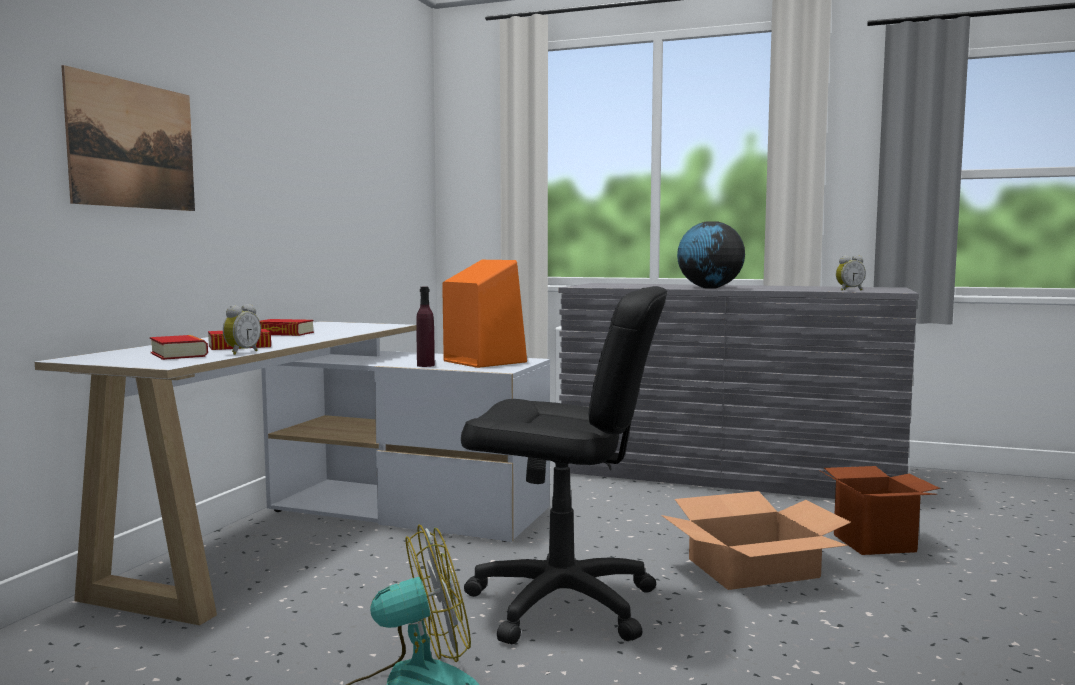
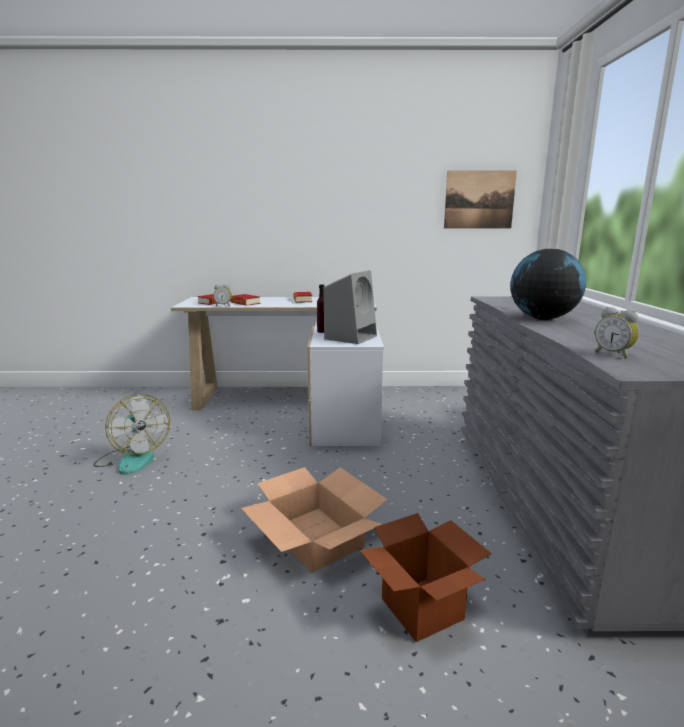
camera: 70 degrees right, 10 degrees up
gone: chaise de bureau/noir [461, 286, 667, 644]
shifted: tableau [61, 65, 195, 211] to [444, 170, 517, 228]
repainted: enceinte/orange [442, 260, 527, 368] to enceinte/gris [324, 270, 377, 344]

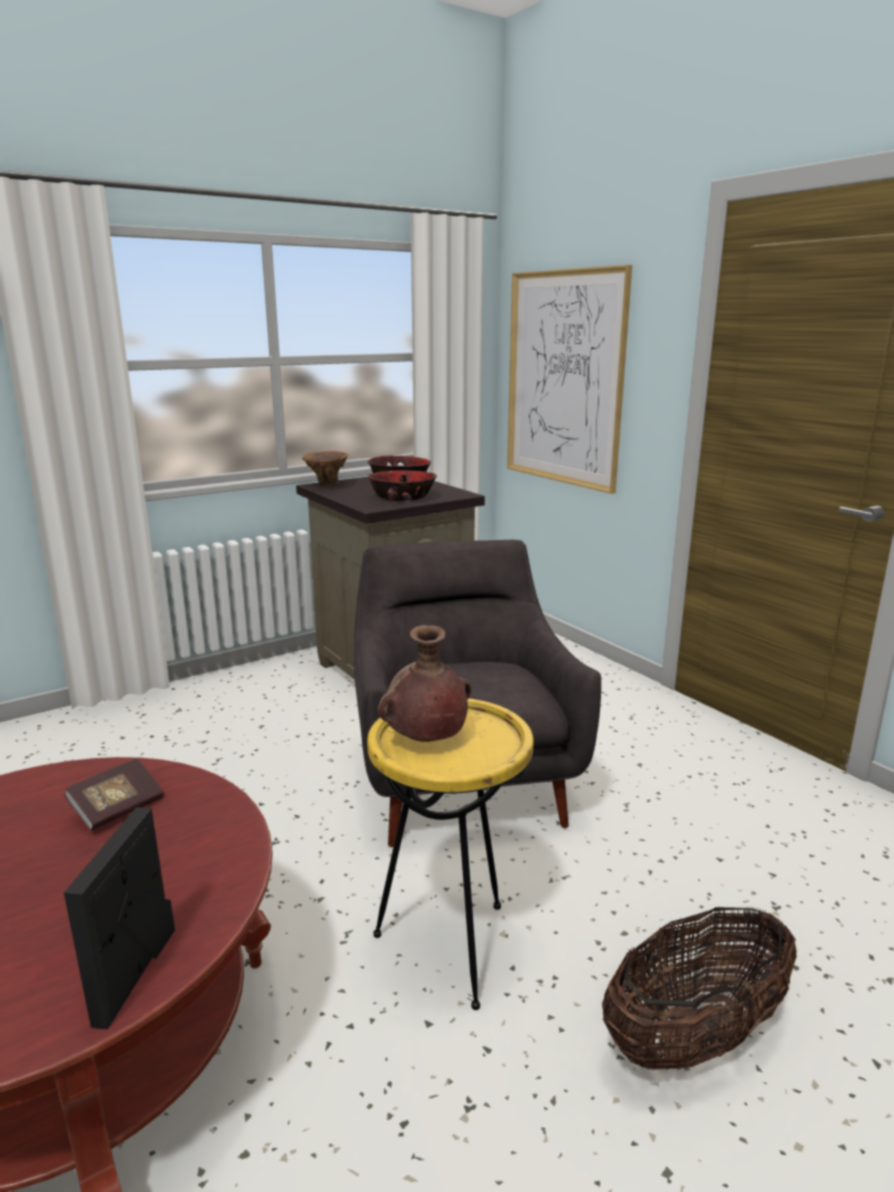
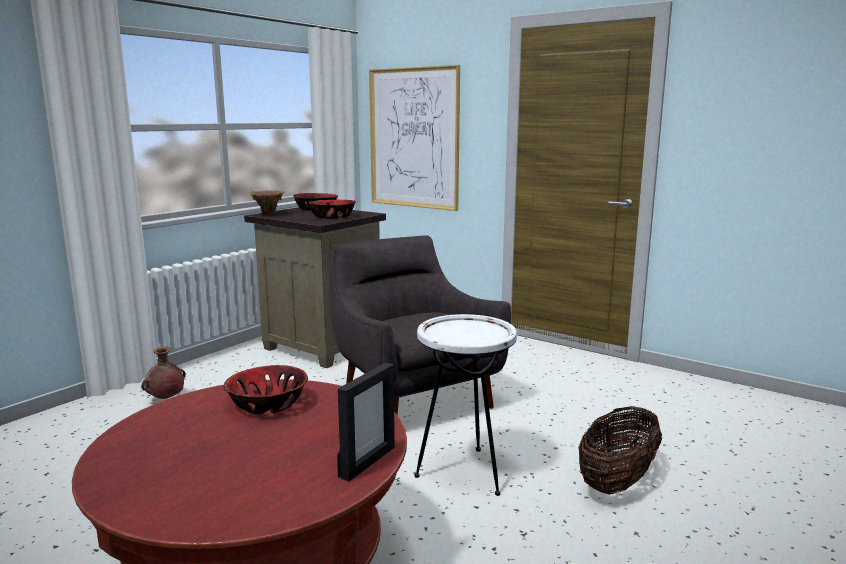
camera: 20 degrees left, 5 degrees down
shifted: vase/marron [378, 625, 471, 742] to [141, 346, 186, 399]
swapped: livre [64, 758, 164, 831] to bol [223, 365, 308, 414]
repainted: table d'appoint/jaune [367, 698, 533, 1010] to table d'appoint/blanc [414, 314, 517, 496]
rotated: cadre photo [64, 807, 175, 1030] = [337, 363, 395, 482] 135 degrees counterclockwise

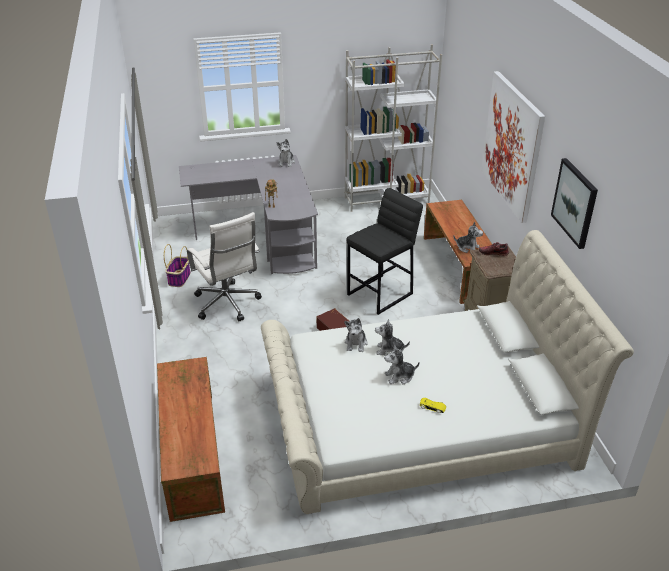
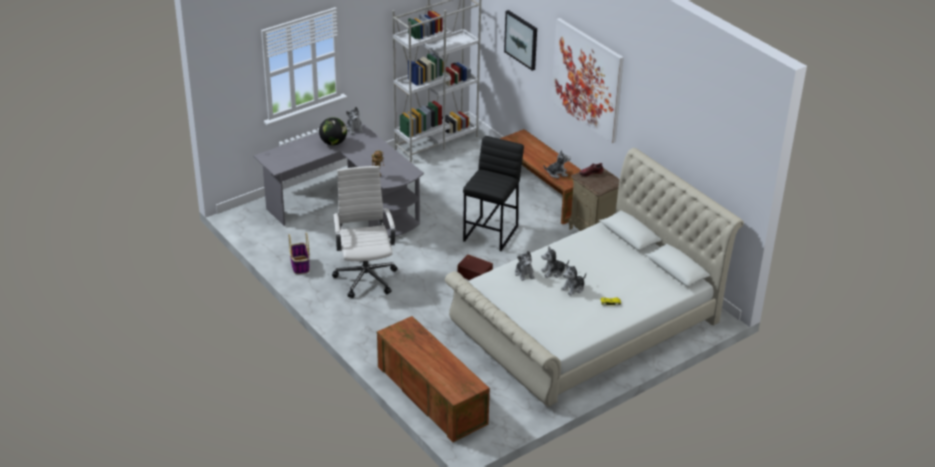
camera: 25 degrees left, 0 degrees up
new: globe [319, 117, 347, 145]
shifted: tableau [551, 158, 598, 249] to [504, 10, 537, 71]
rotated: chaise de bureau/blanc [187, 212, 262, 321] = [332, 166, 397, 298] 135 degrees counterclockwise

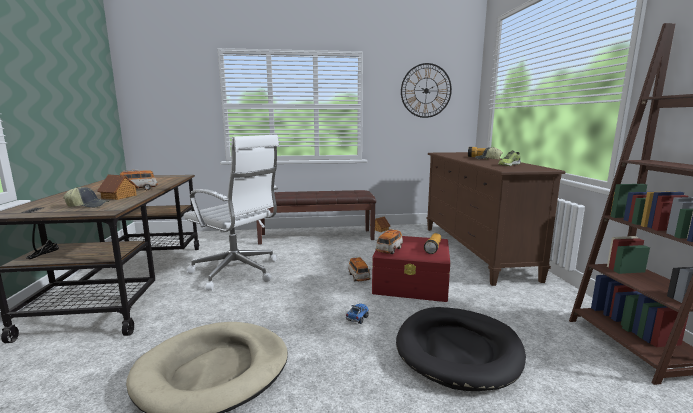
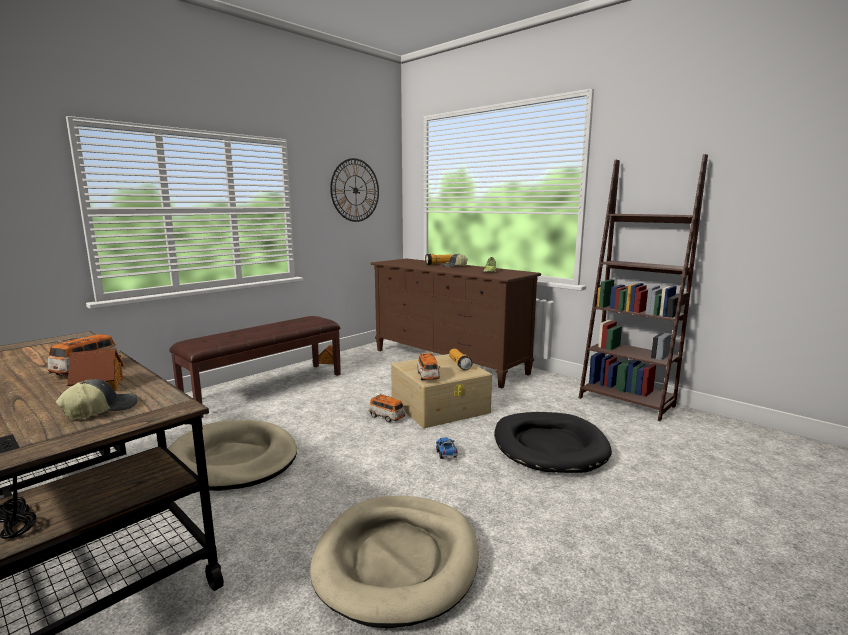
camera: 40 degrees left, 0 degrees up
swapped: chaise de bureau/blanc [184, 135, 279, 291] to panier pour chien/beige [168, 420, 297, 491]
repainted: boîte de rangement/rouge [372, 236, 450, 302] to boîte de rangement/beige [391, 354, 492, 428]

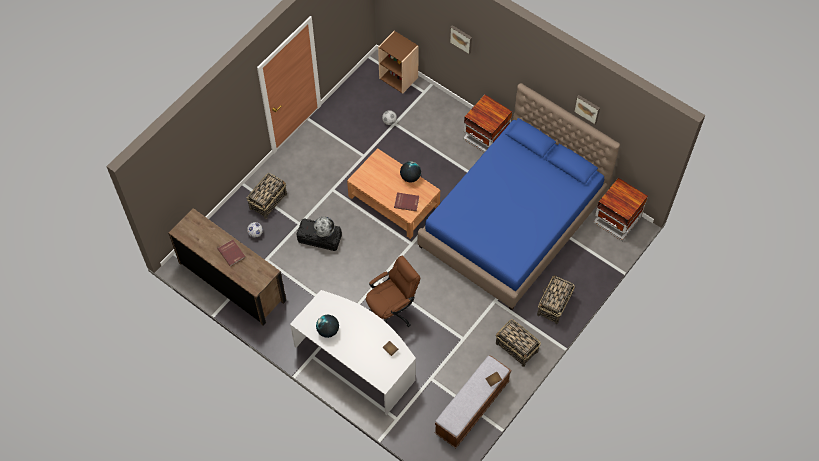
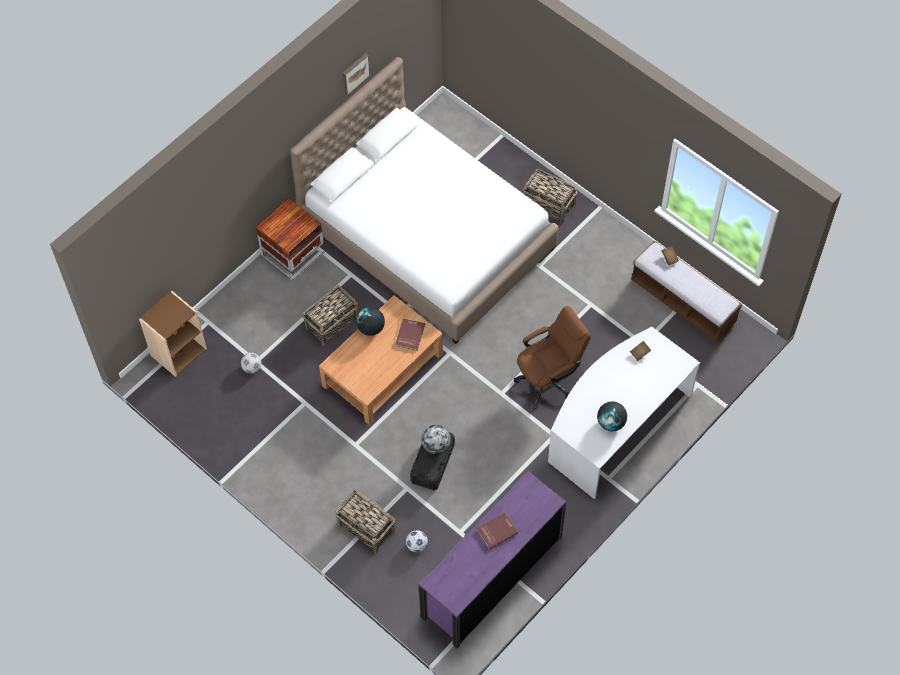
camera: 85 degrees left, 0 degrees up
gone: tableau [450, 25, 472, 54]; table de chevet [593, 178, 648, 241]
shifted: panier [496, 319, 541, 367] to [302, 286, 358, 346]
repainted: commode/marron [168, 208, 286, 326] to commode/violet [419, 471, 566, 649]; lit/bleu [417, 83, 620, 310] to lit/blanc [290, 57, 558, 344]
rotated: chaise de bureau/marron [366, 256, 420, 327] = [514, 306, 591, 409] 90 degrees clockwise

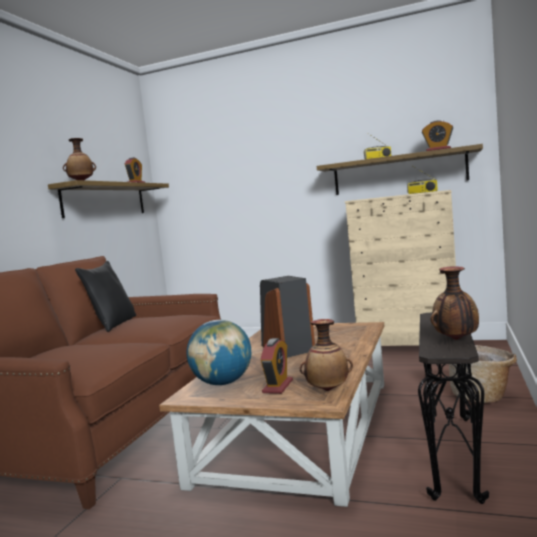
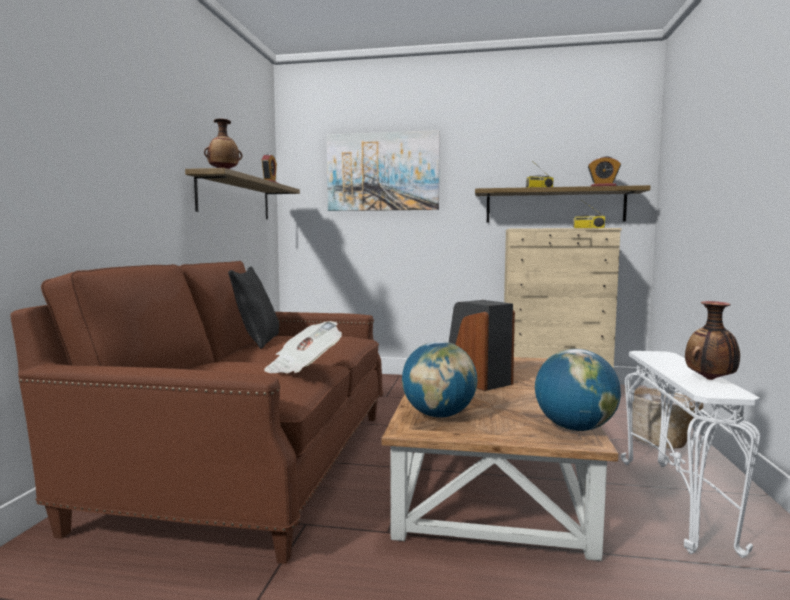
camera: 10 degrees left, 0 degrees up
gone: réveil [261, 338, 293, 394]
new: journal [264, 321, 342, 373]; tableau [327, 130, 440, 211]
swapped: vase [300, 319, 353, 391] to globe [535, 349, 621, 431]
repainted: table d'appoint/noir [418, 313, 489, 504] to table d'appoint/blanc [621, 351, 760, 558]

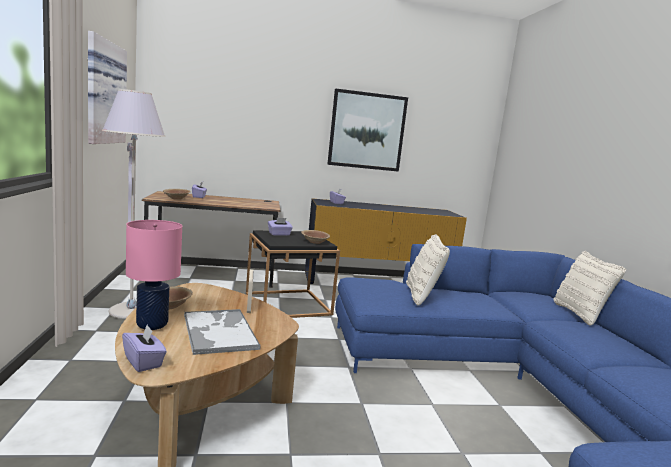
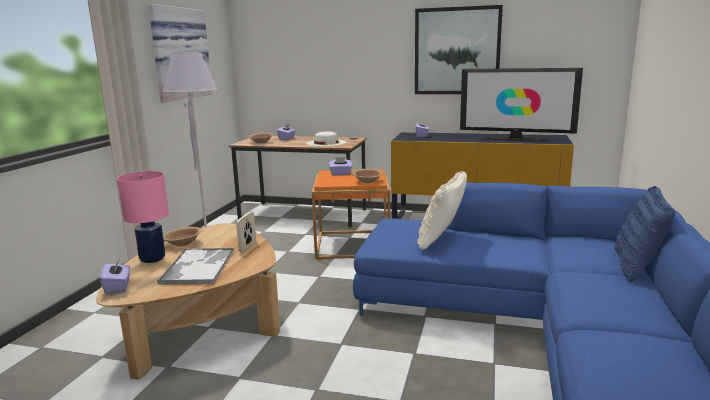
camera: 25 degrees right, 5 degrees up
new: chapeau/blanc [306, 132, 346, 146]; téléviseur [460, 68, 583, 142]
repainted: table d'appoint/noir [246, 230, 340, 318] to table d'appoint/orange [312, 169, 390, 259]; coussin/beige [553, 251, 627, 326] to coussin/bleu [614, 186, 675, 281]

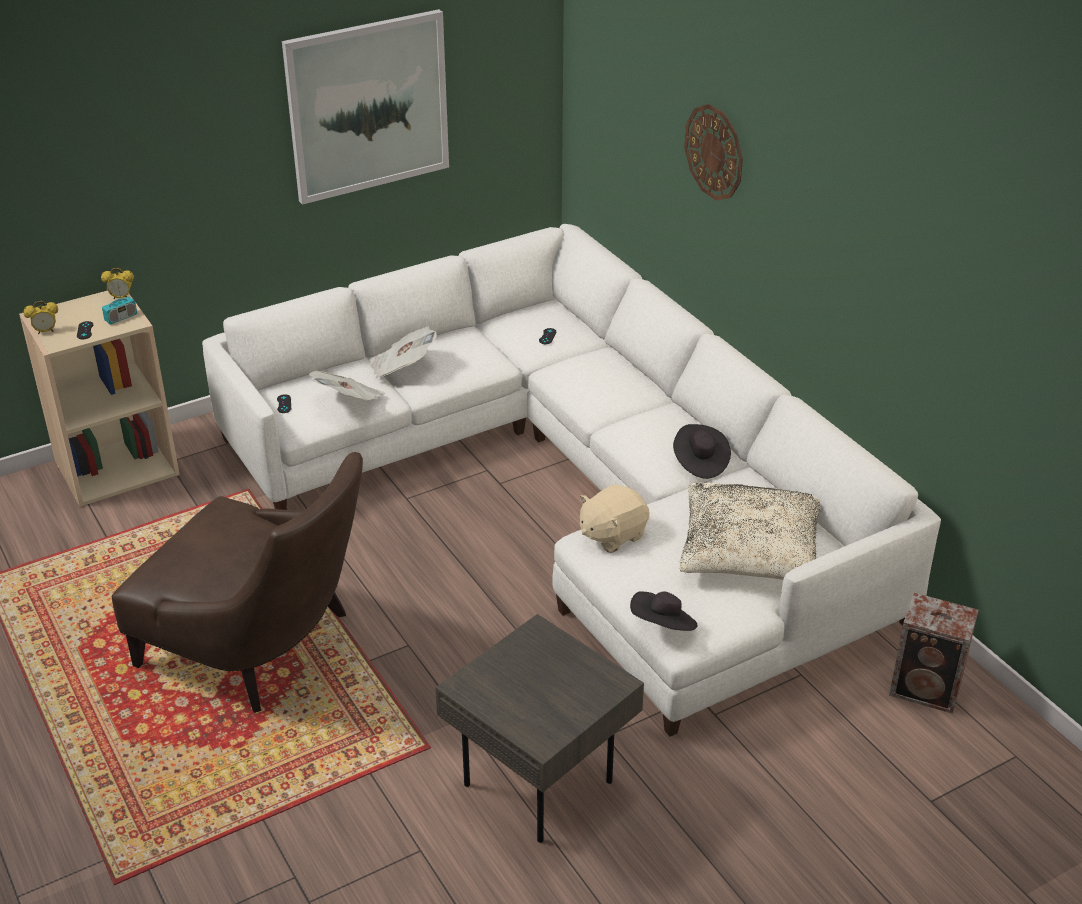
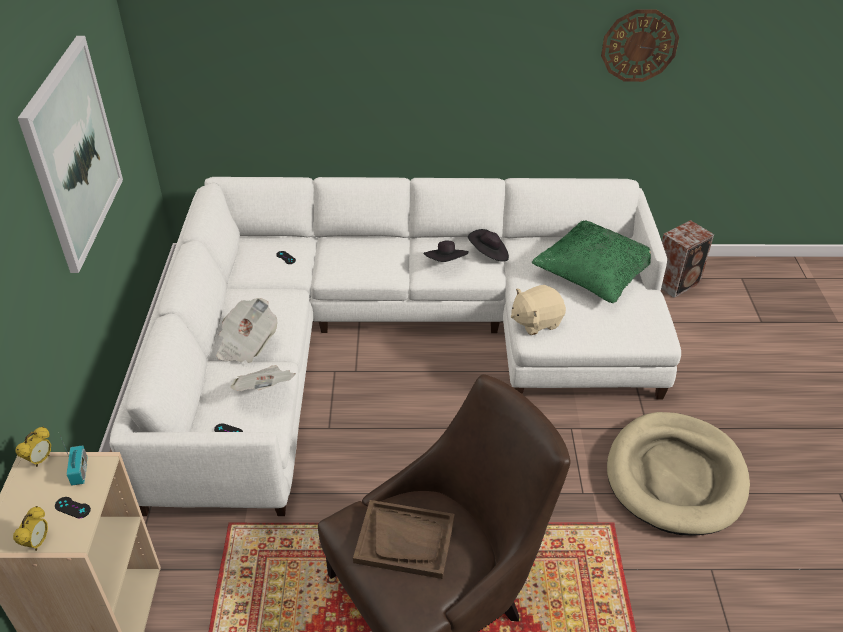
camera: 60 degrees left, 5 degrees up
new: plateau/marron [353, 500, 455, 579]
shifted: chapeau/noir [630, 591, 697, 631] to [424, 240, 469, 262]; horloge murale [684, 104, 743, 201] to [601, 9, 679, 82]
swapped: table d'appoint/gris [436, 614, 644, 843] to panier pour chien/beige [607, 412, 750, 536]
repainted: coussin/beige [679, 482, 821, 580] to coussin/vert [532, 220, 651, 303]
rotated: peluche/beige [580, 484, 650, 553] = [511, 285, 566, 335] 75 degrees clockwise

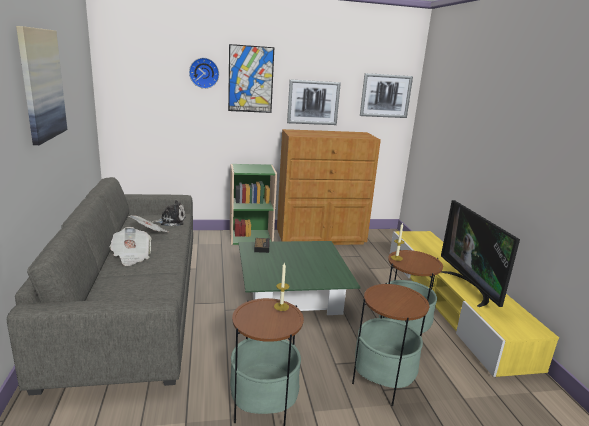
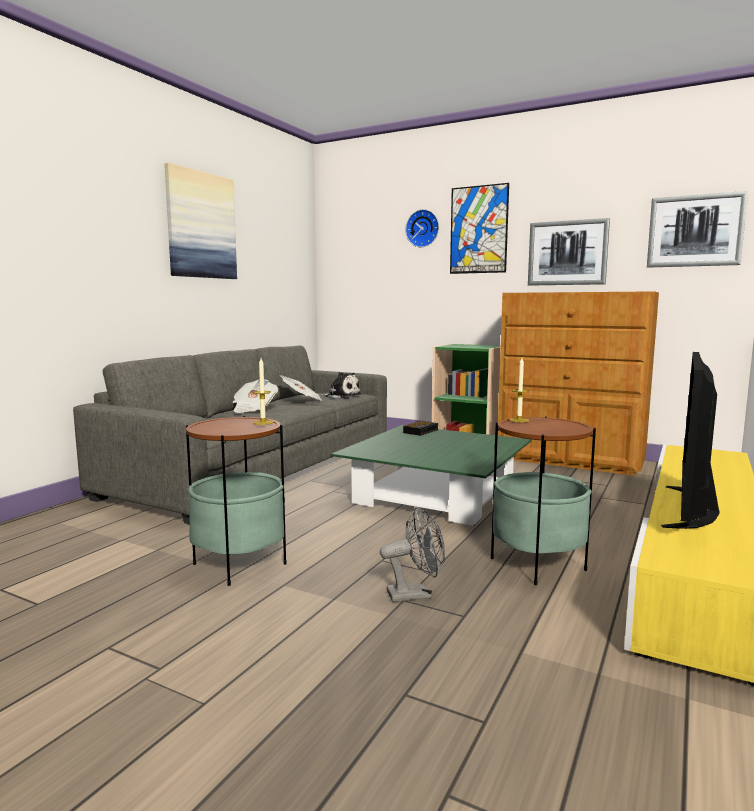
camera: 40 degrees right, 10 degrees down
swapped: table d'appoint [352, 283, 429, 406] to ventilateur/gris [380, 507, 445, 602]

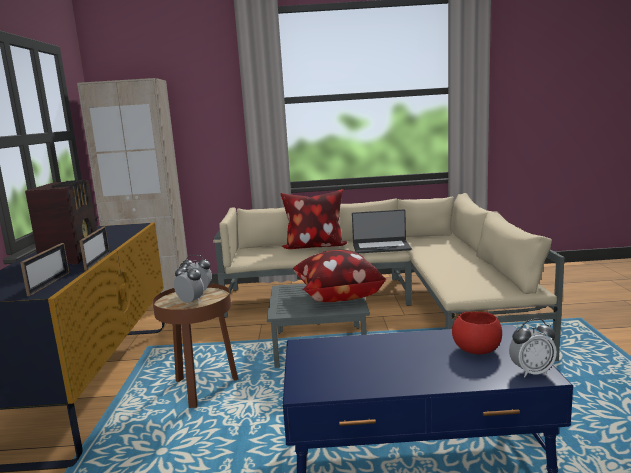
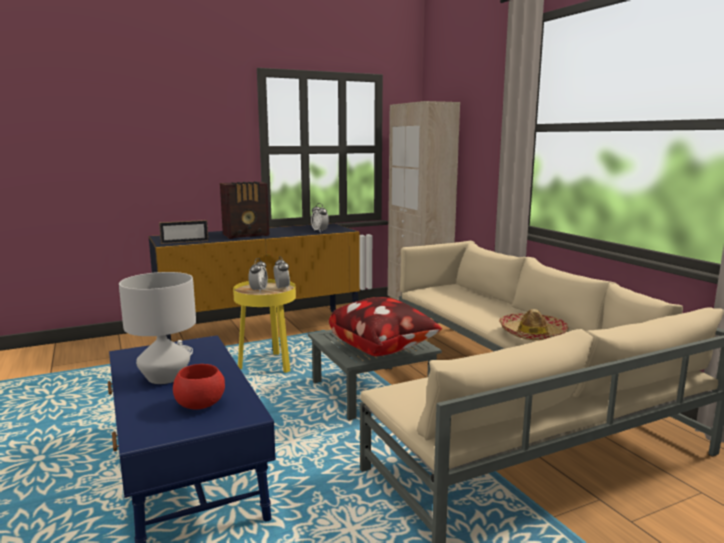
camera: 65 degrees right, 0 degrees up
gone: cadre photo [80, 226, 110, 270]; coussin [280, 189, 347, 249]
new: lampe de table/gris [119, 272, 196, 384]
shifted: réveil [509, 319, 557, 377] to [311, 203, 329, 232]
swapped: ordinateur portable [352, 210, 412, 253] to chapeau [499, 309, 568, 341]
repainted: table d'appoint/marron [153, 283, 238, 408] to table d'appoint/jaune [233, 279, 296, 373]

